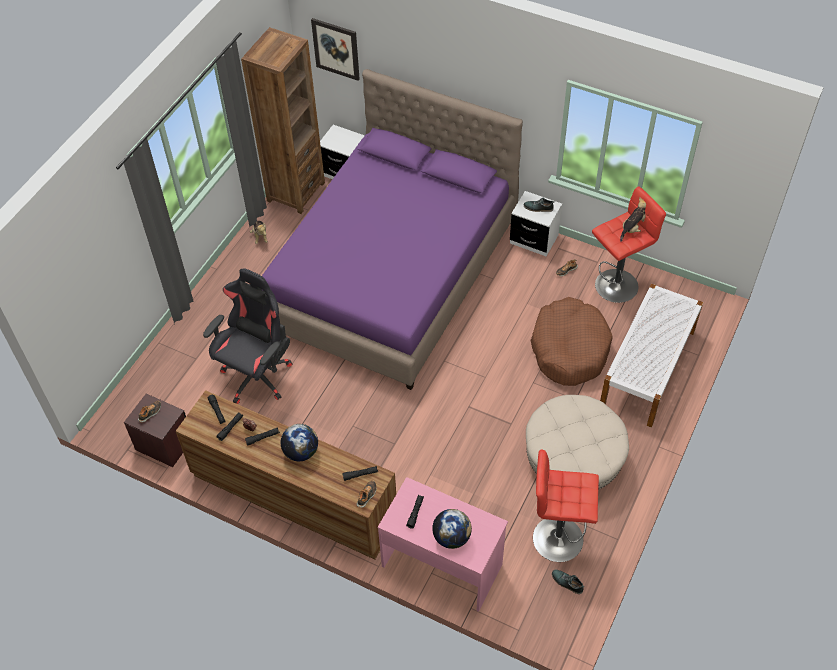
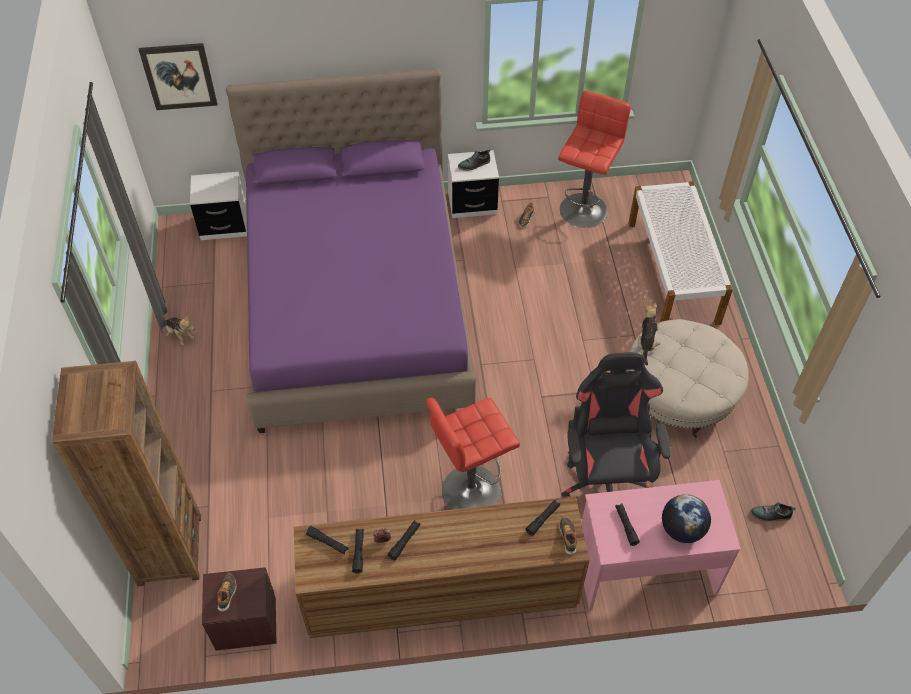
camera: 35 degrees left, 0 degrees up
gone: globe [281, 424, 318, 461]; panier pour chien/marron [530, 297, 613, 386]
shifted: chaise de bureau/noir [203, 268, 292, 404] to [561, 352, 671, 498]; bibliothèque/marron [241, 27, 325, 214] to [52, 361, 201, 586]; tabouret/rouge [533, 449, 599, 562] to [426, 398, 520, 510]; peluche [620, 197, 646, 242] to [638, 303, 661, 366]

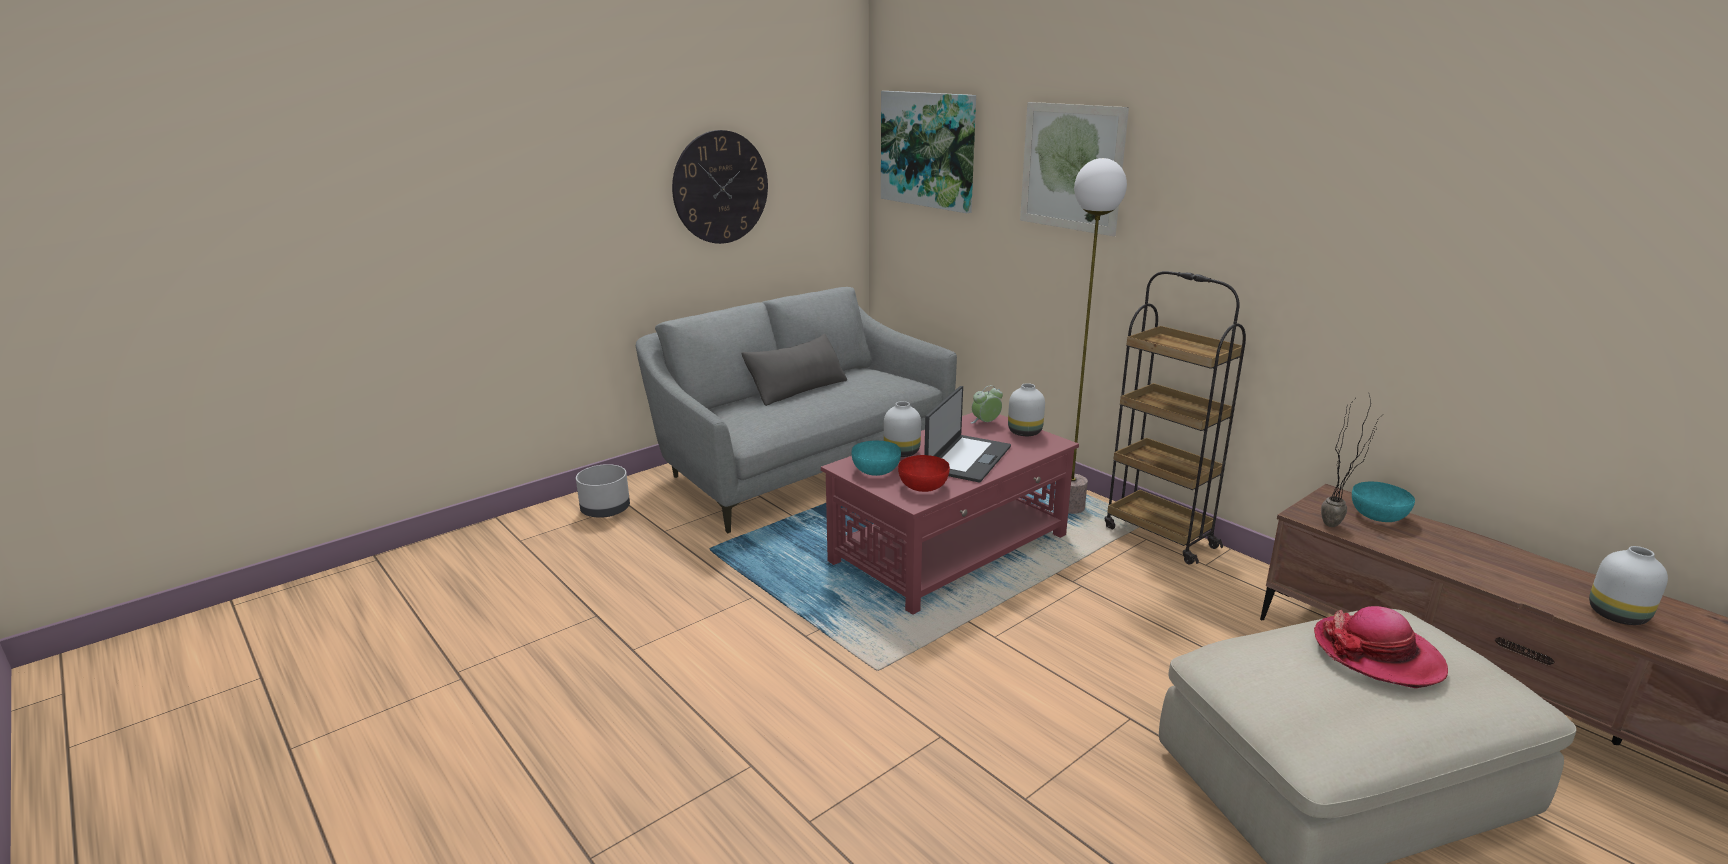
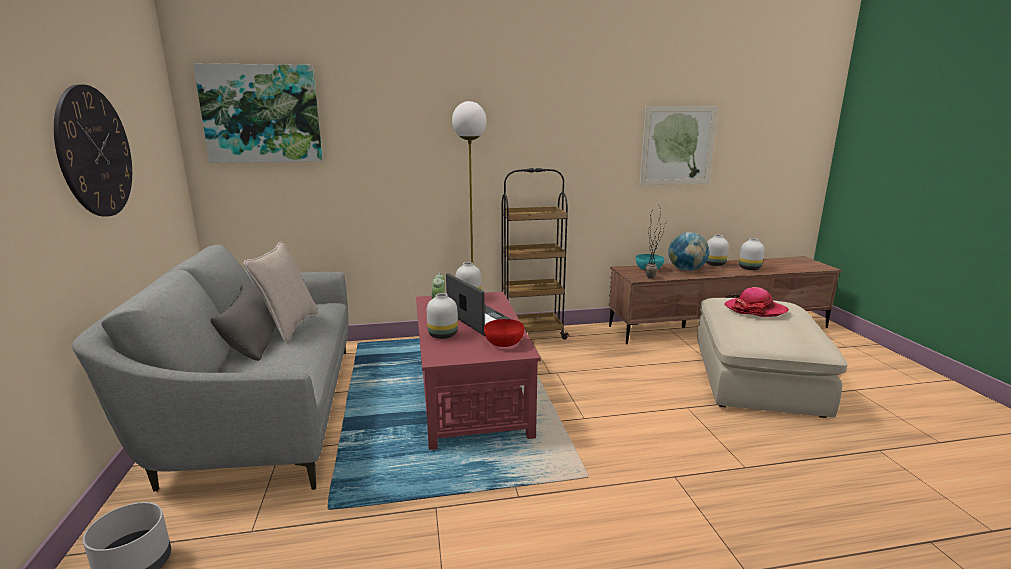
camera: 60 degrees left, 5 degrees down
gone: bol/turquoise [851, 441, 901, 476]
new: coussin/beige [243, 242, 318, 342]; globe [668, 232, 709, 271]; vase/blanc [706, 235, 729, 266]
shifted: tableau [1020, 102, 1129, 236] to [640, 106, 718, 185]

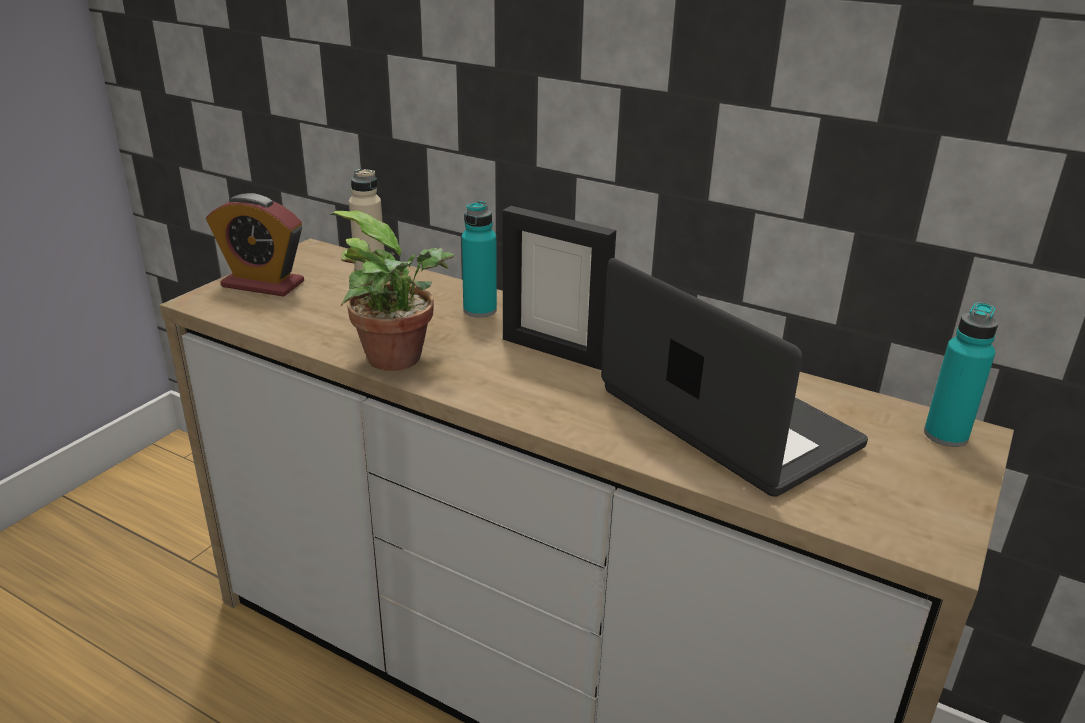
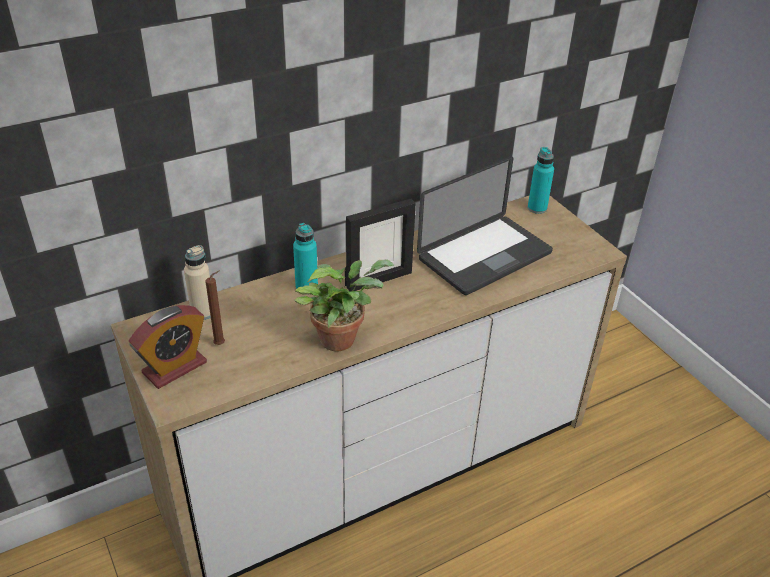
camera: 60 degrees left, 10 degrees up
new: bougie/marron [205, 270, 225, 345]
rotated: ordinateur portable [601, 258, 868, 497] = [417, 157, 553, 295] 150 degrees clockwise

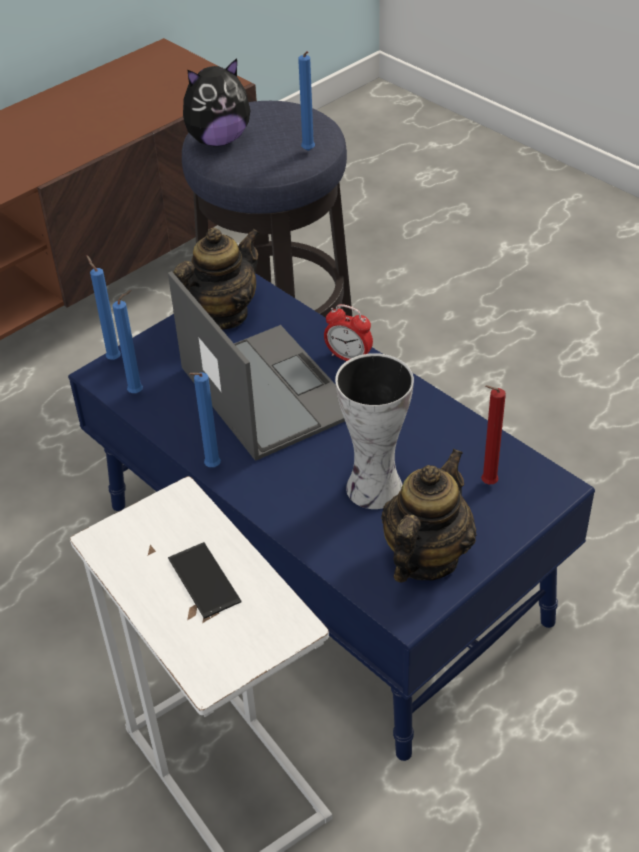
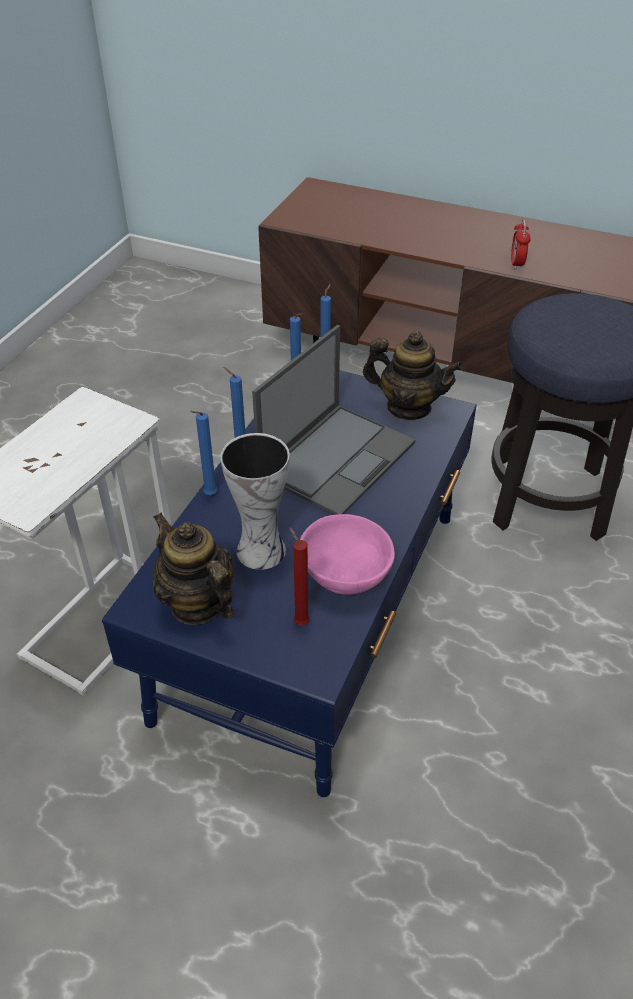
camera: 65 degrees right, 0 degrees up
gone: téléphone [168, 542, 241, 619]; peluche [183, 58, 250, 146]
new: bol/rose [300, 514, 395, 595]
shifted: bougie/bleu [298, 51, 315, 151] to [190, 411, 218, 495]; réveil [324, 304, 373, 361] to [511, 219, 531, 270]
rotated: théière [381, 449, 477, 583] = [153, 513, 234, 625] 135 degrees counterclockwise

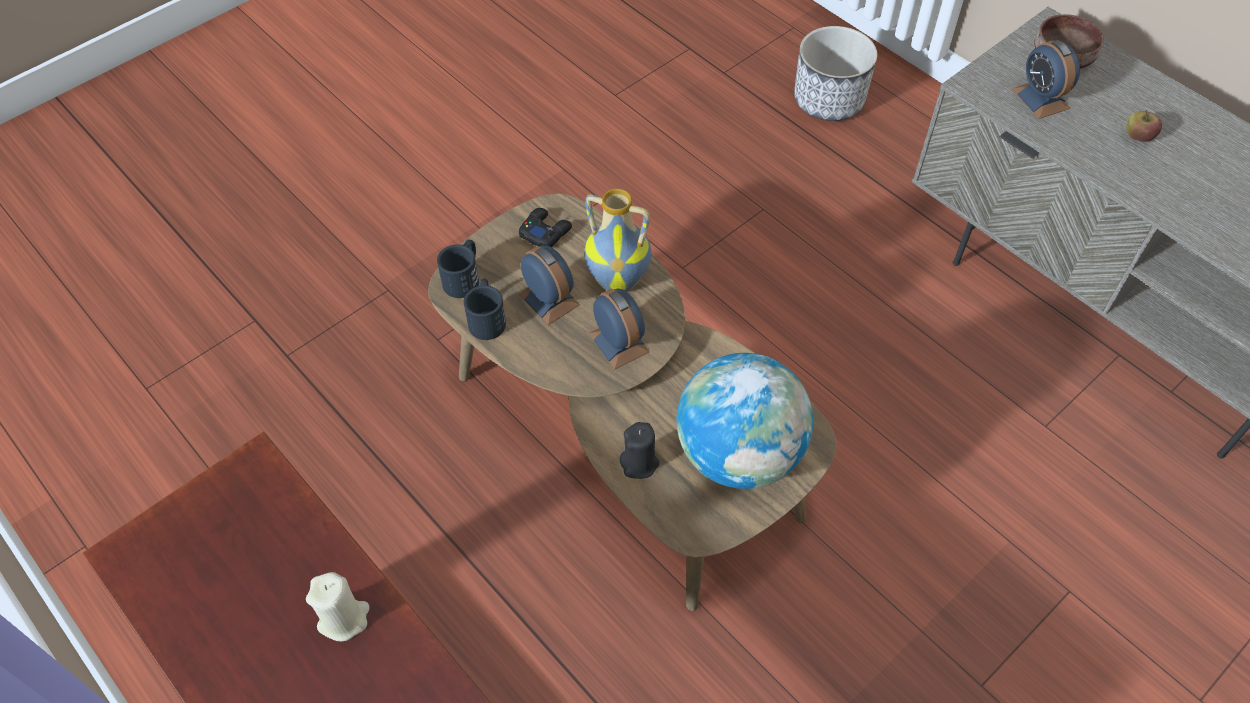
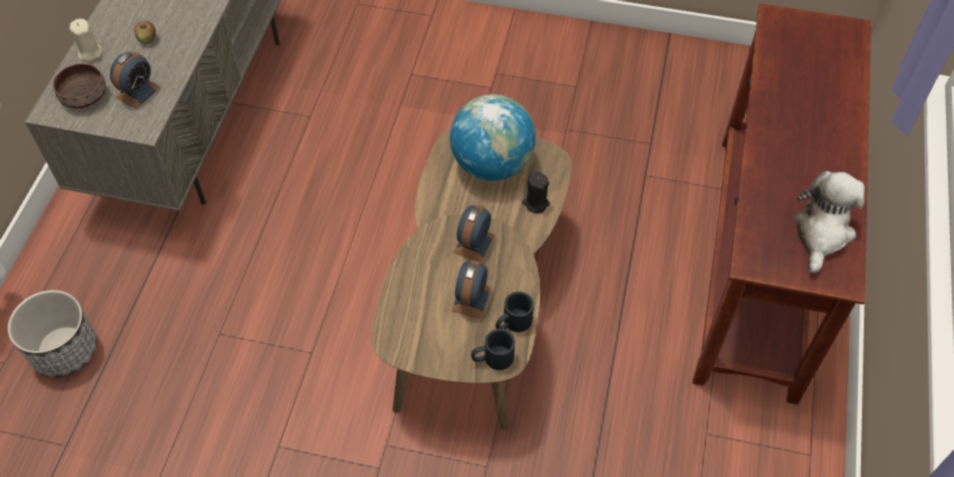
camera: 125 degrees left, 0 degrees up
gone: manette/noir [519, 208, 572, 247]; vase [584, 189, 651, 292]
new: peluche [794, 171, 865, 274]
shifted: bougie/beige [306, 572, 370, 641] to [69, 19, 102, 62]

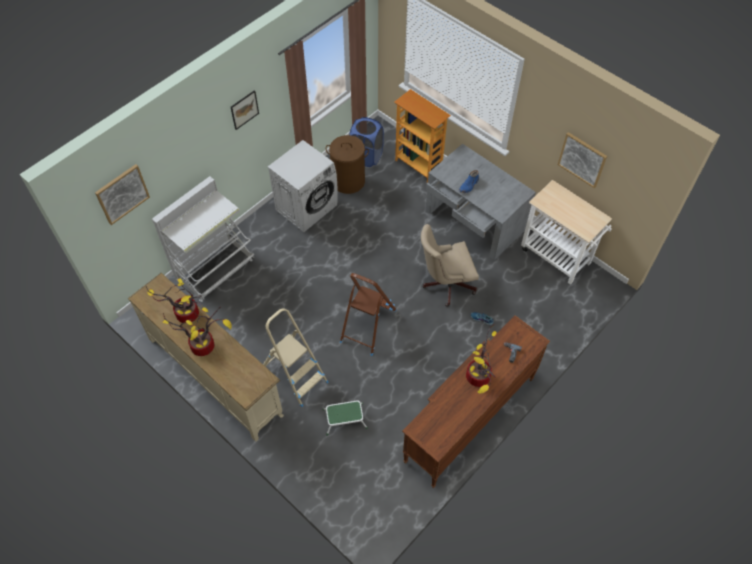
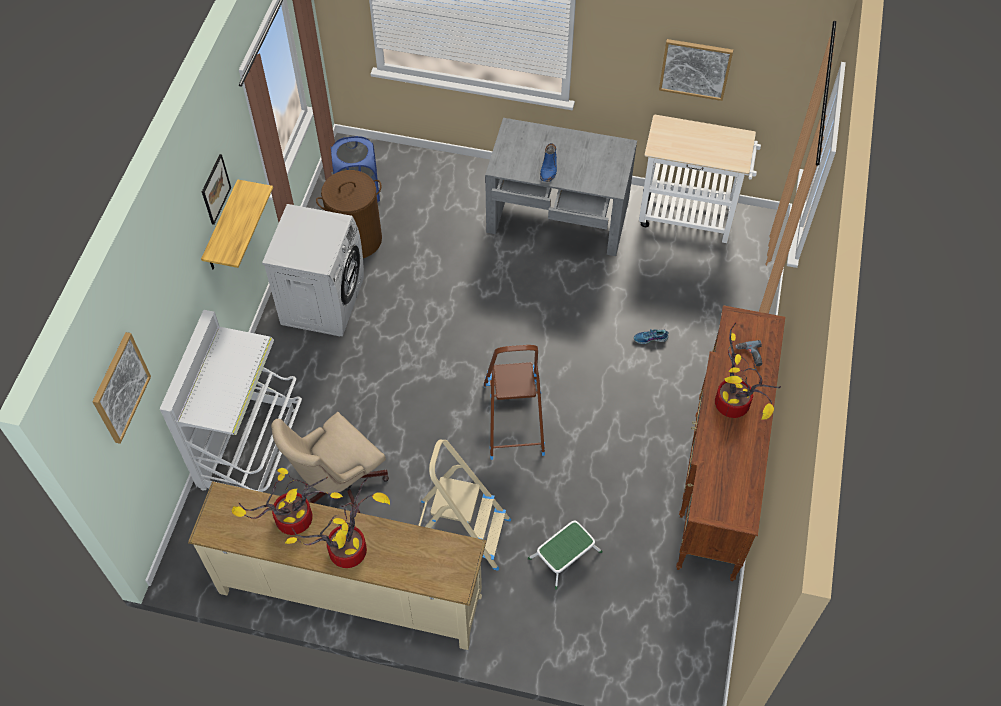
camera: 30 degrees left, 0 degrees up
gone: bibliothèque [394, 89, 451, 183]
new: étagère [201, 179, 273, 269]
shifted: chaise de bureau/beige [421, 224, 479, 307] to [271, 412, 389, 513]

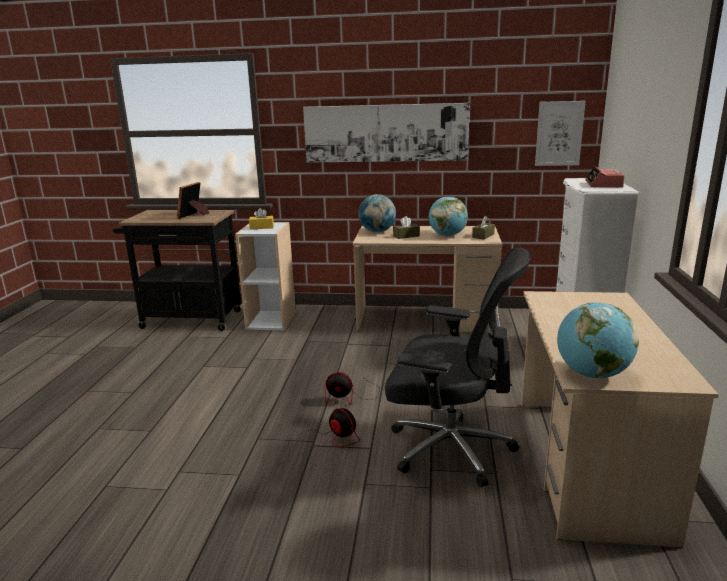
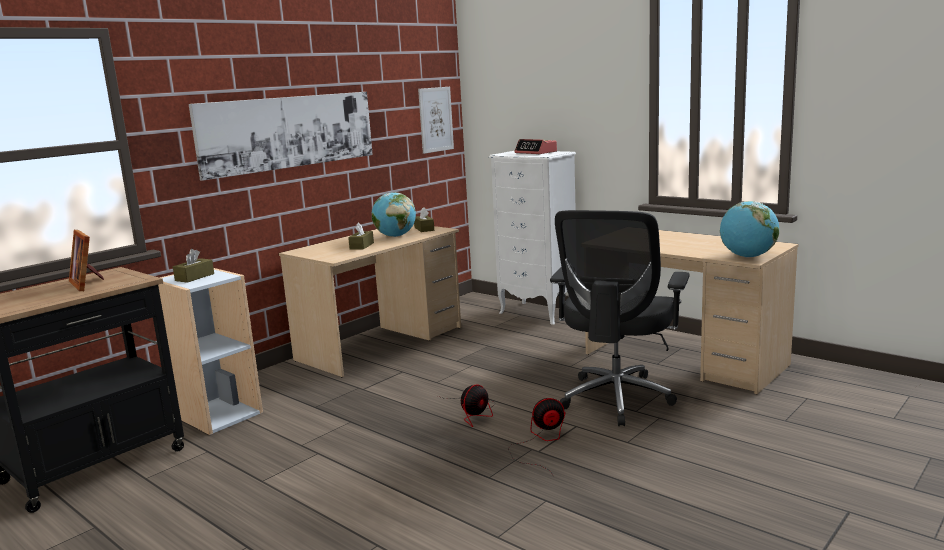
camera: 55 degrees left, 5 degrees down
gone: globe [358, 194, 396, 233]
repainted: boîte à mouchoirs/jaune [249, 208, 274, 229] to boîte à mouchoirs/marron [173, 249, 214, 283]
rotated: chaise de bureau [385, 247, 531, 487] = [550, 210, 690, 426] 150 degrees clockwise

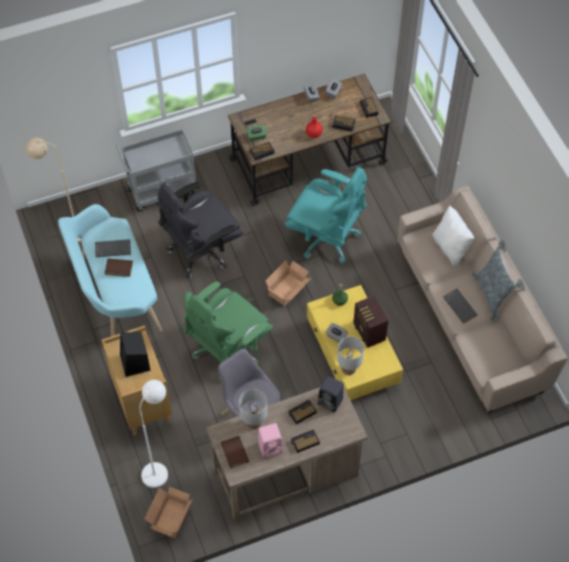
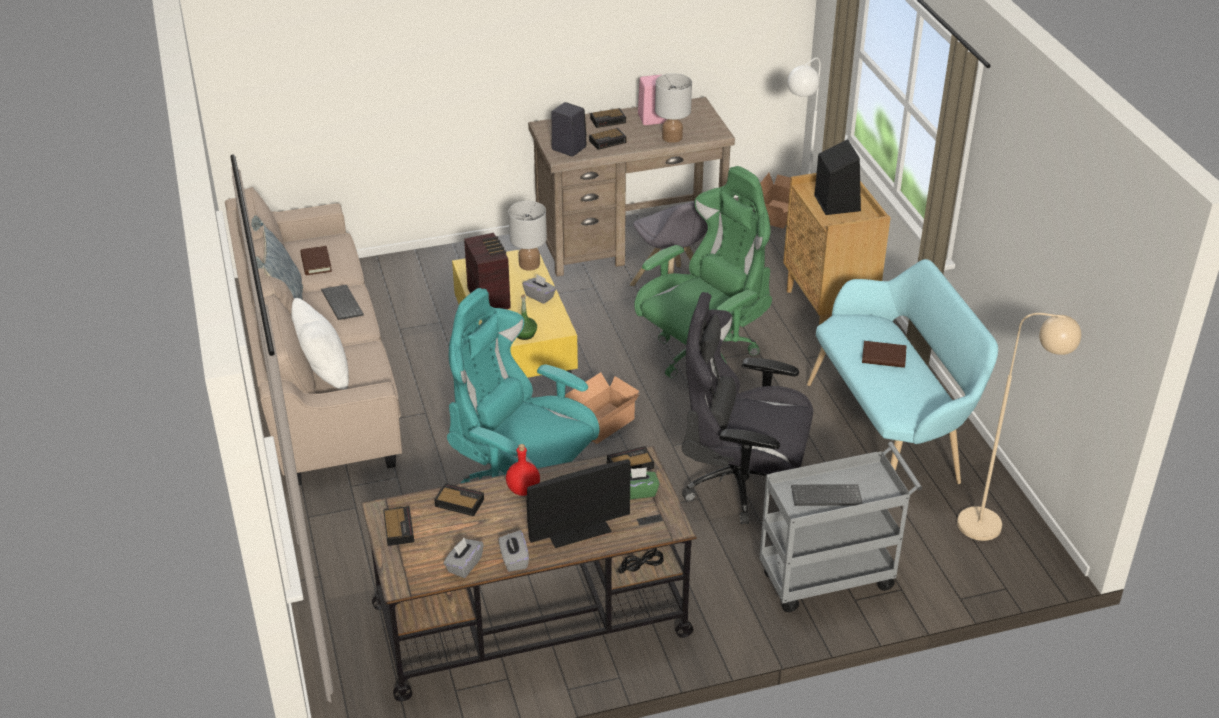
camera: 175 degrees left, 20 degrees down
new: écran d'ordinateur [527, 459, 631, 548]
shifted: clavier [95, 239, 131, 257] to [791, 484, 863, 506]; livre/marron [221, 436, 249, 469] to [300, 246, 332, 275]
rotated: chaise de bureau/noir [158, 182, 243, 278] = [682, 292, 813, 524] 135 degrees counterclockwise

